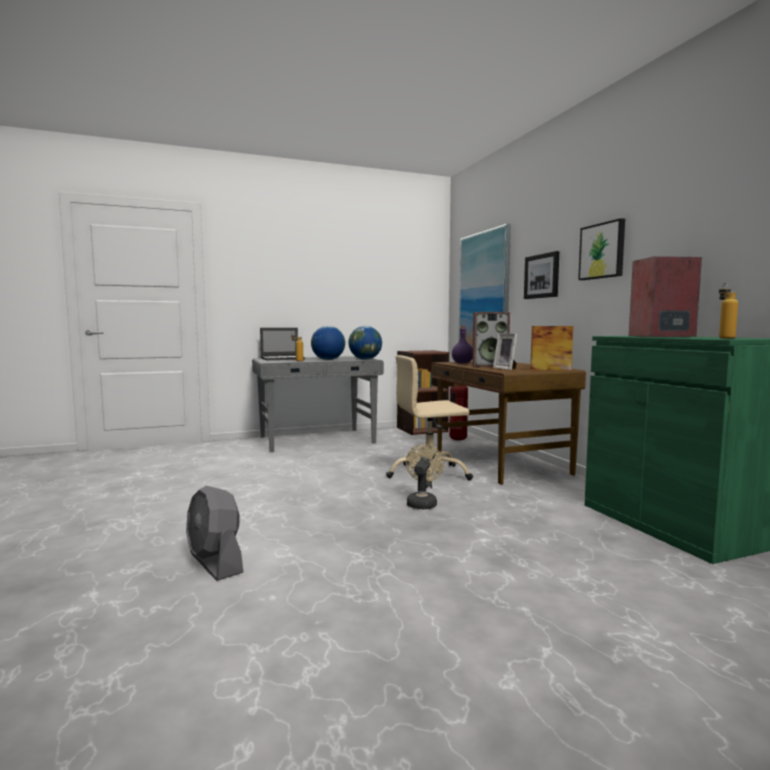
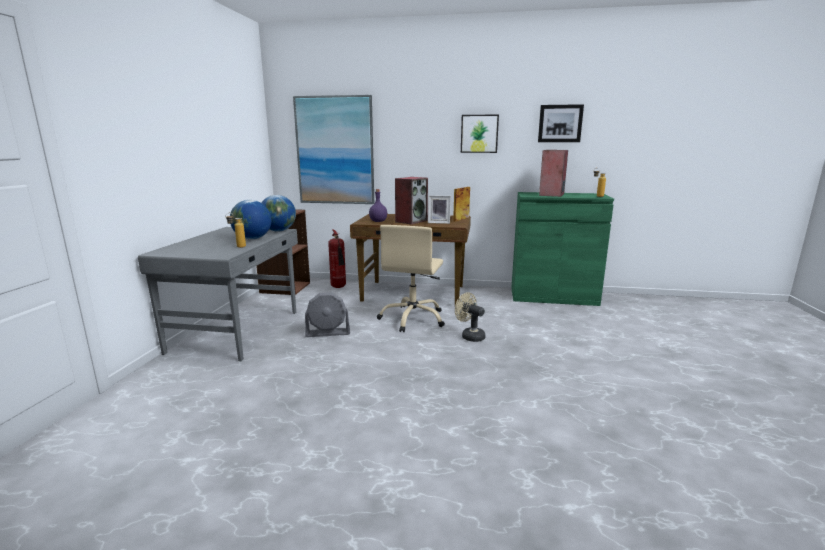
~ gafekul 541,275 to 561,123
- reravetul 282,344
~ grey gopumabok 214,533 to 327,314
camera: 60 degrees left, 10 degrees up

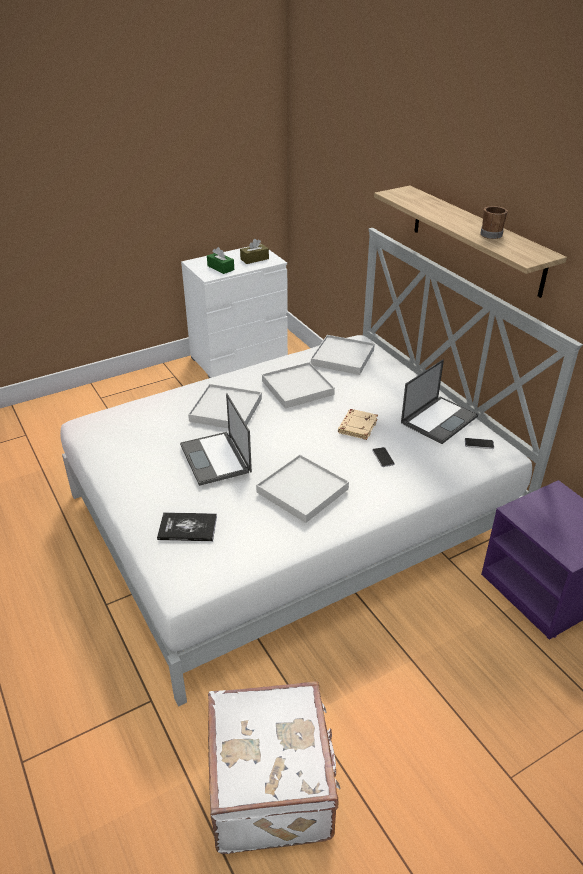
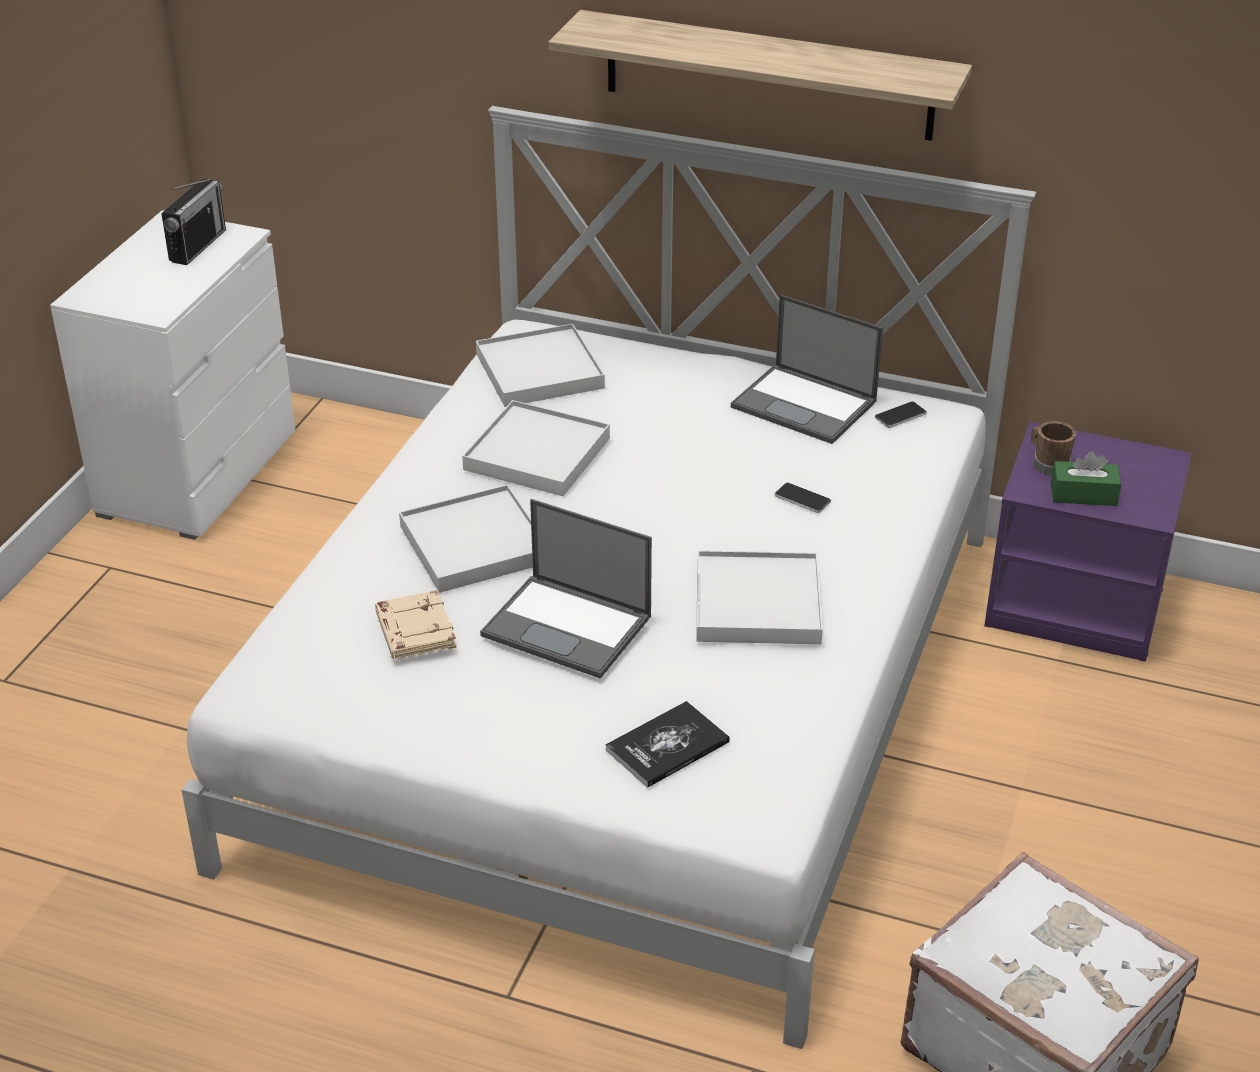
~ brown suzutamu 494,222 to 1053,448
~ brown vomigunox 254,251 to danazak 193,221
~ green vomigunox 220,260 to 1086,478
~ reravetul 439,401 = 807,369 120 degrees clockwise
~ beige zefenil 358,424 to 415,624
camera: 40 degrees left, 0 degrees up

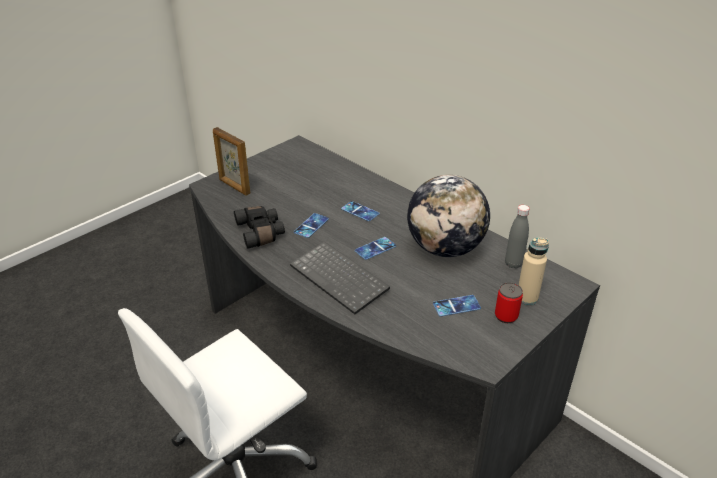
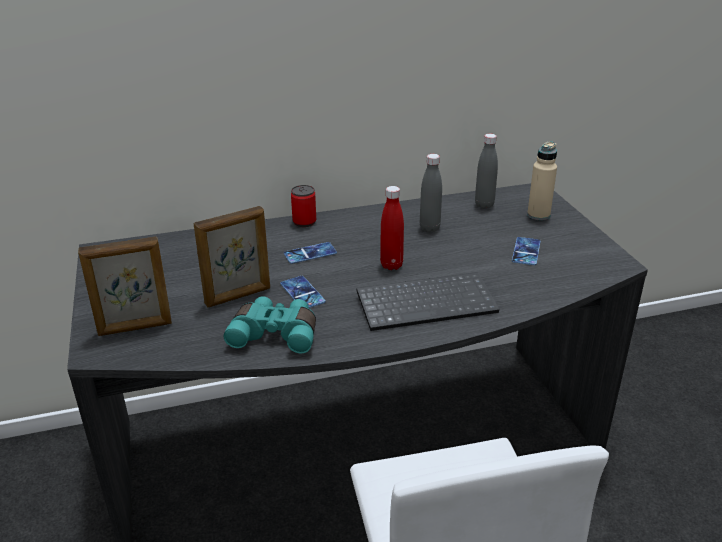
~ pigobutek 448,216 to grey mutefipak 431,193
~ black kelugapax 259,227 to turquoise kelugapax 270,324
~ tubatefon 375,248 to red mutefipak 392,228
~ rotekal 509,302 to 303,206
+ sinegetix 232,256
camera: 60 degrees left, 5 degrees down

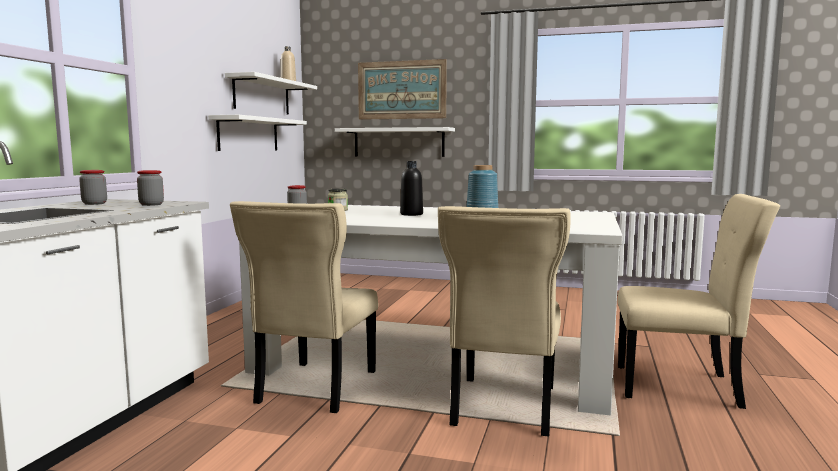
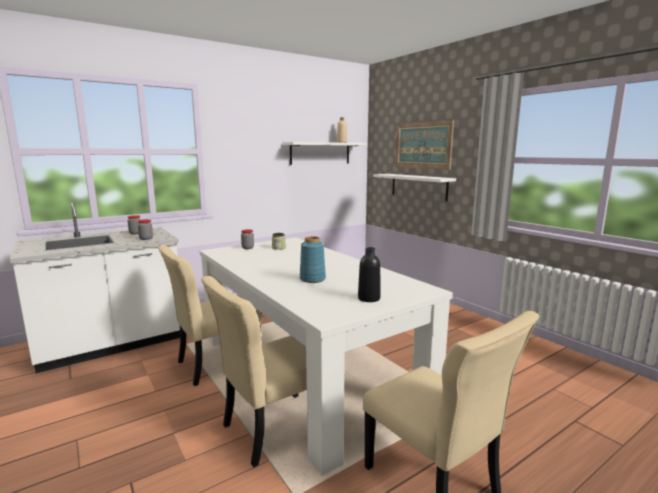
- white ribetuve 257,133
~ black mutefipak 411,188 to 369,274
camera: 40 degrees right, 5 degrees up

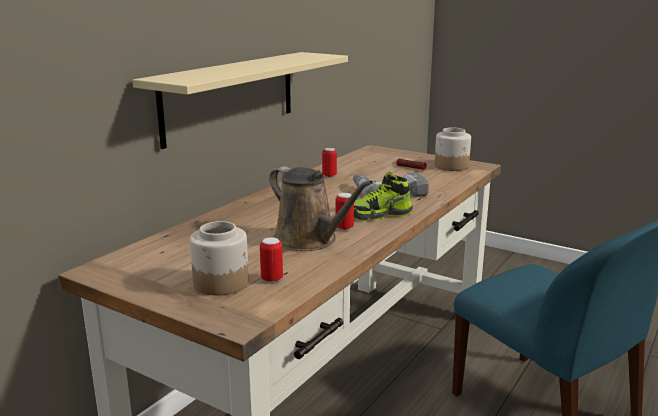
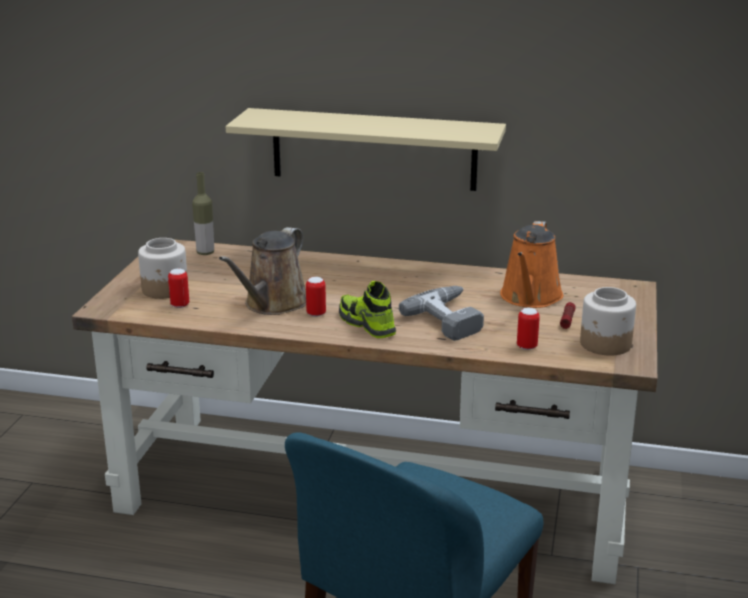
~ rotekal 329,163 to 528,329
+ mutefipak 203,213
+ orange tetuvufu 531,264
camera: 70 degrees right, 5 degrees up

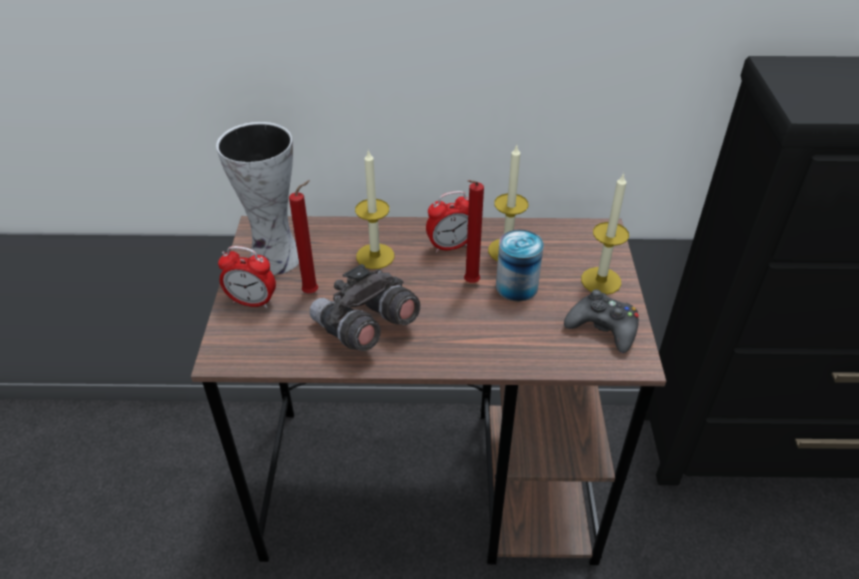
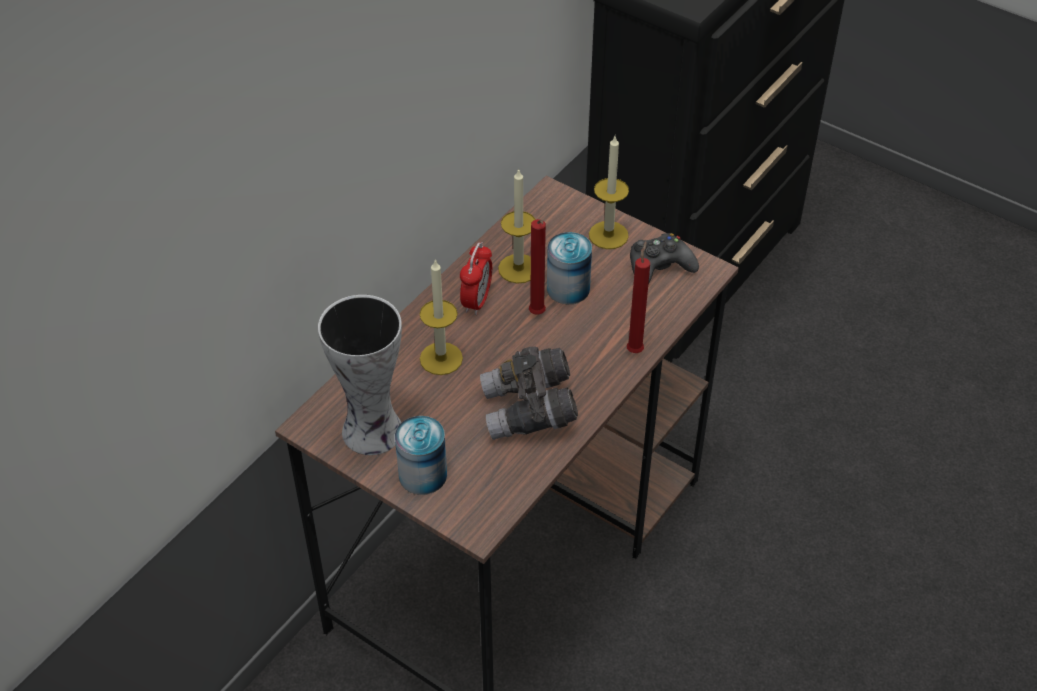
~ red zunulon 303,236 to 638,297
~ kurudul 247,277 to rotekal 421,455
camera: 55 degrees left, 5 degrees up

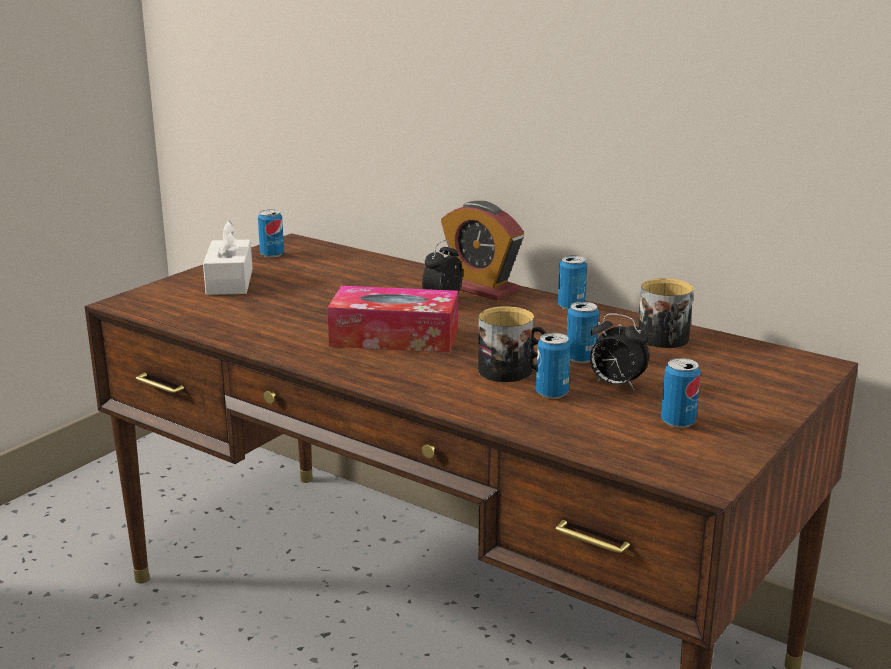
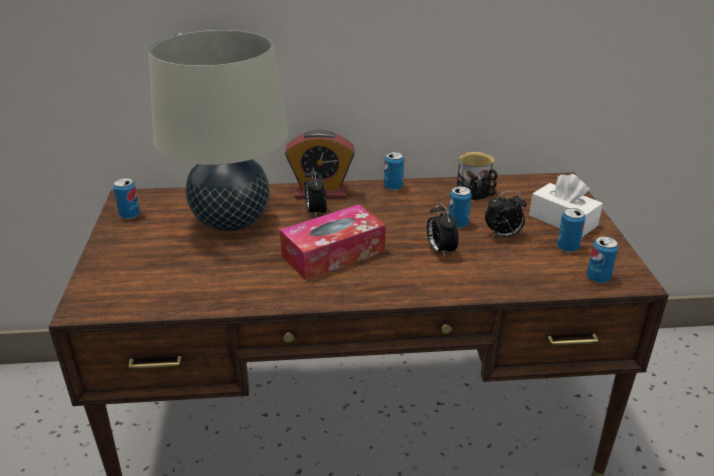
~ white vomigunox 228,257 to 566,205
~ suzutamu 512,344 to kurudul 443,230
~ rotekal 553,366 to 602,259
+ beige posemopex 218,130
camera: 40 degrees left, 10 degrees up

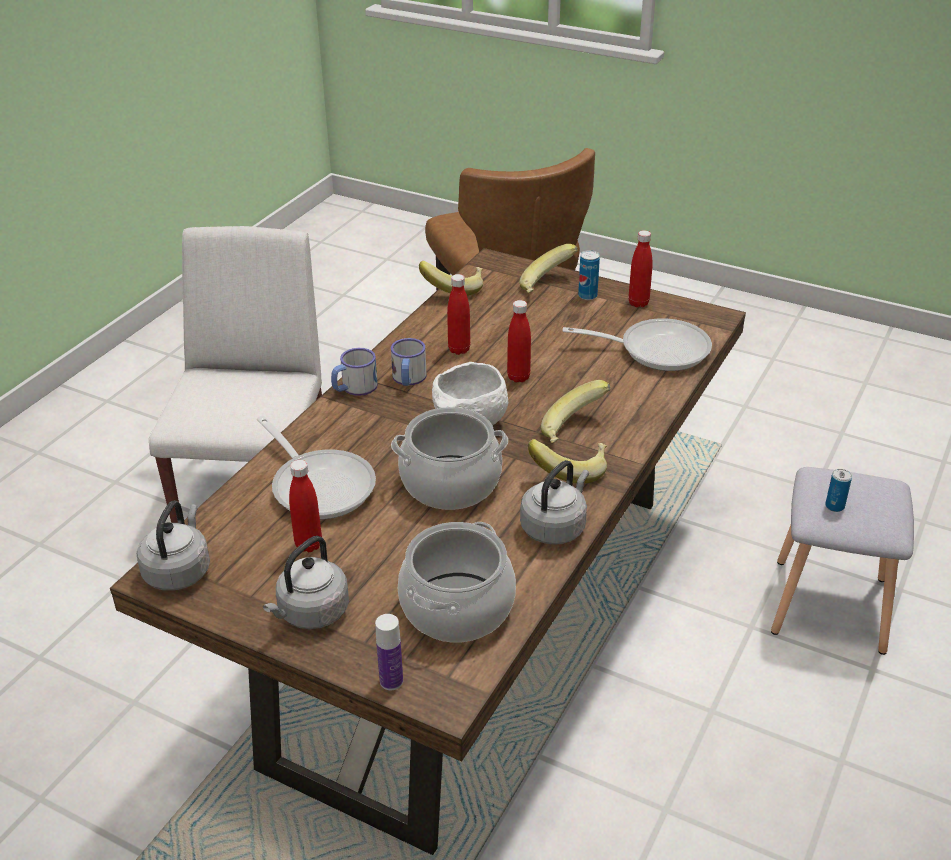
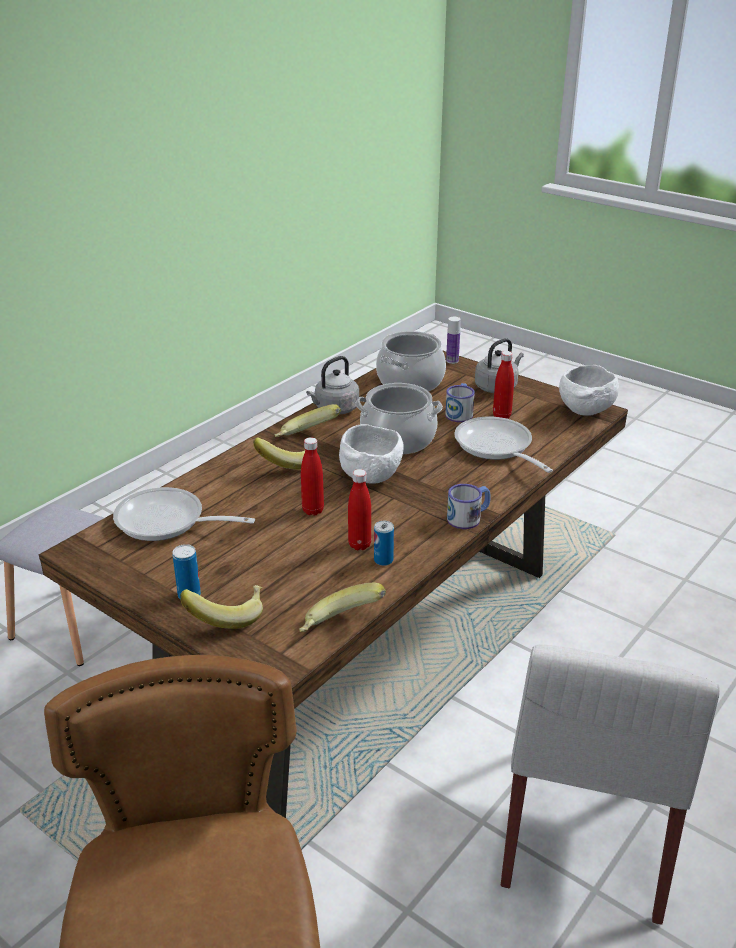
- red mutefipak 640,269
~ suzutamu 409,362 to 460,402
~ rotekal 838,490 to 384,543
~ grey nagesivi 173,546 to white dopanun 589,390
camera: 170 degrees left, 5 degrees down

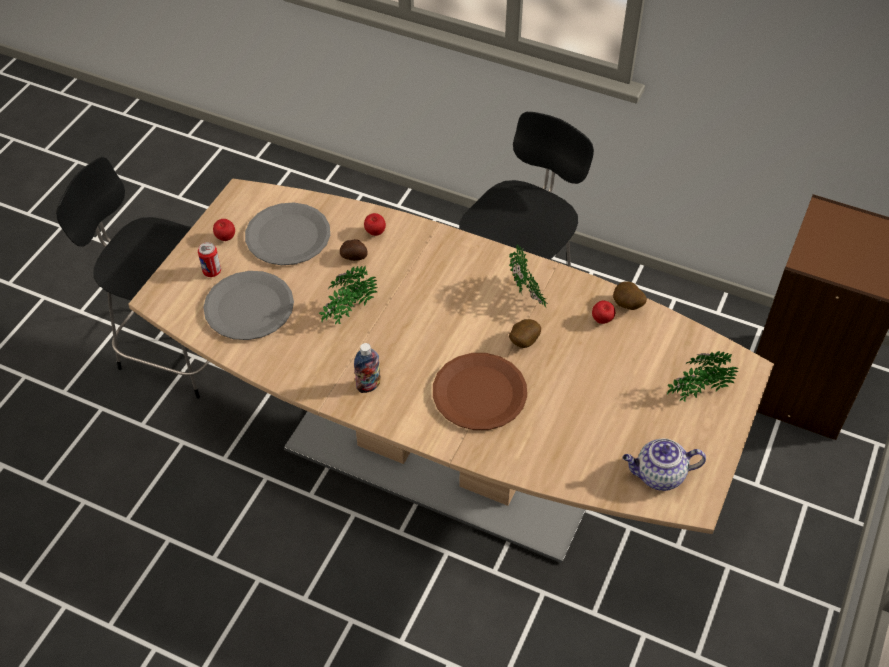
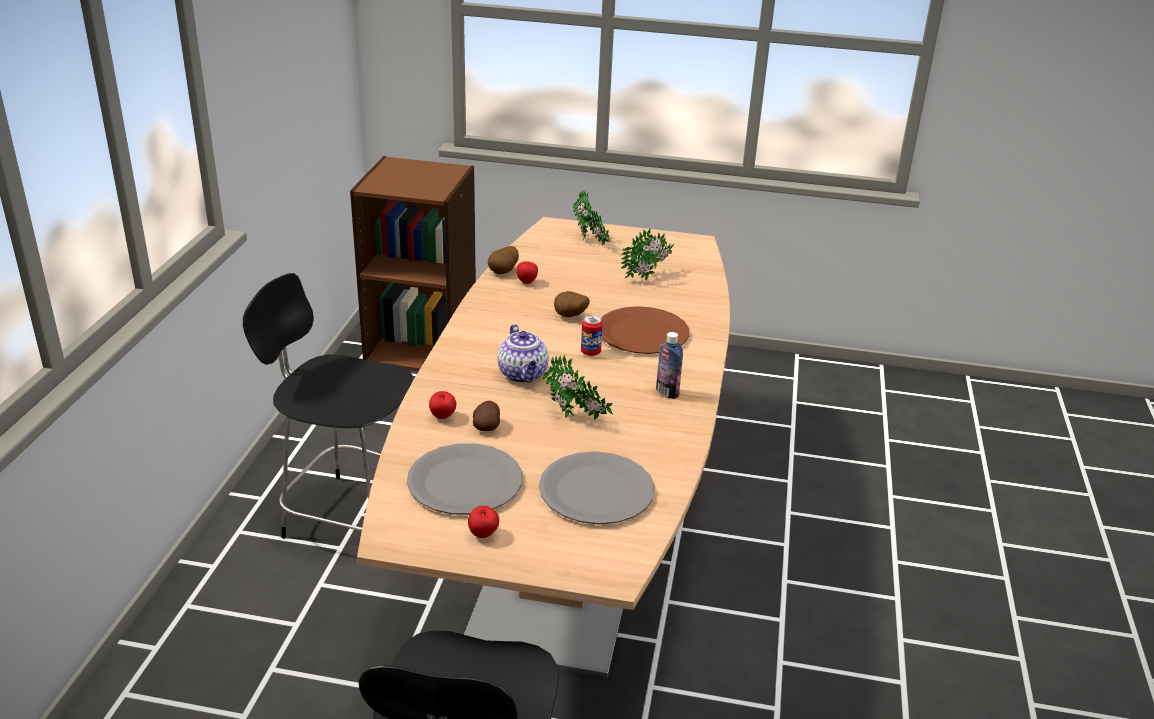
~ rotekal 209,259 to 592,335
~ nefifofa 528,275 to 647,255
~ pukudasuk 664,464 to 523,353
camera: 105 degrees left, 20 degrees down

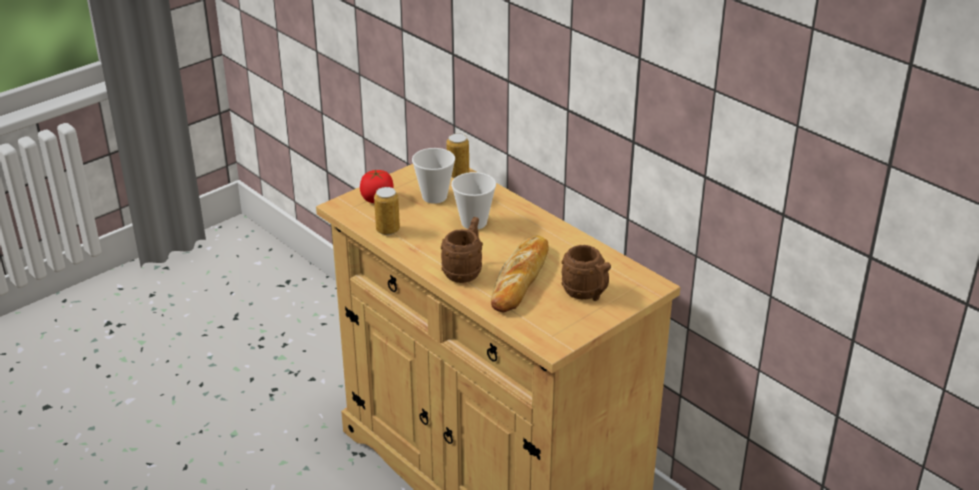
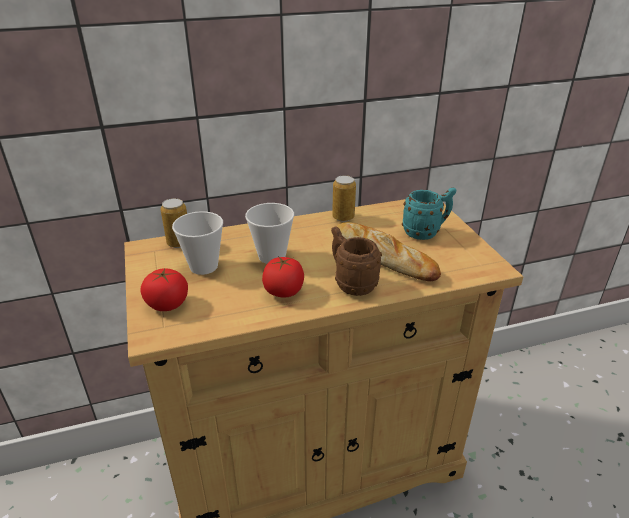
~ rotekal 387,211 to 344,198
~ brown suzutamu 586,273 to turquoise suzutamu 429,213
+ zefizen 283,277
camera: 65 degrees left, 0 degrees up

